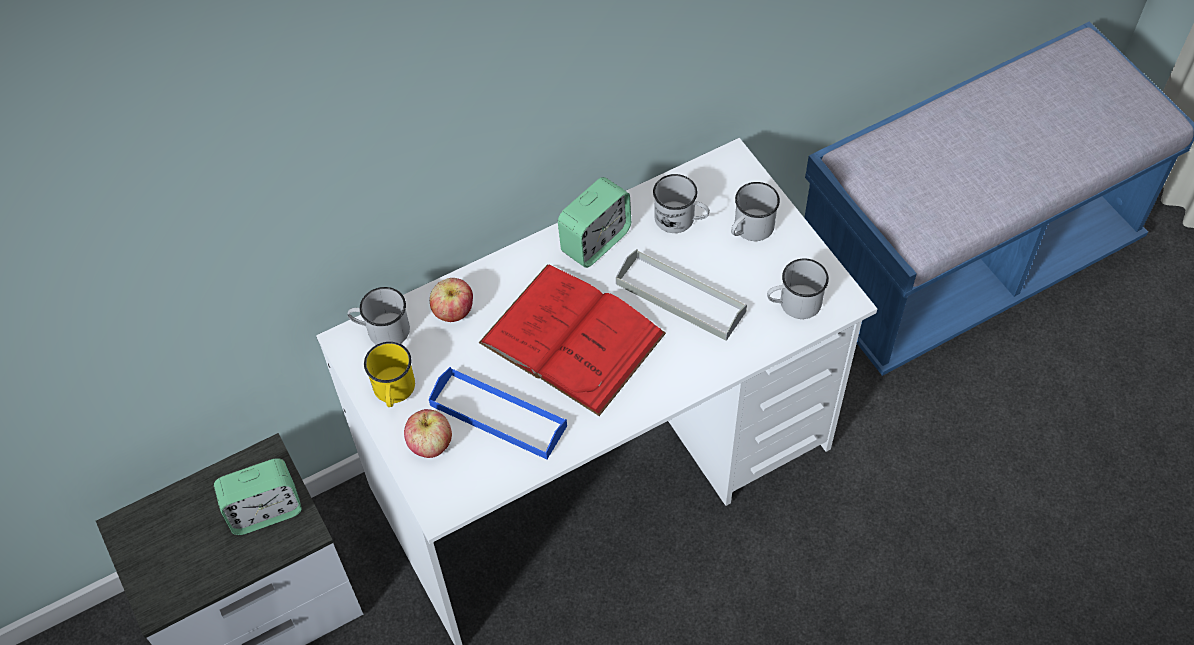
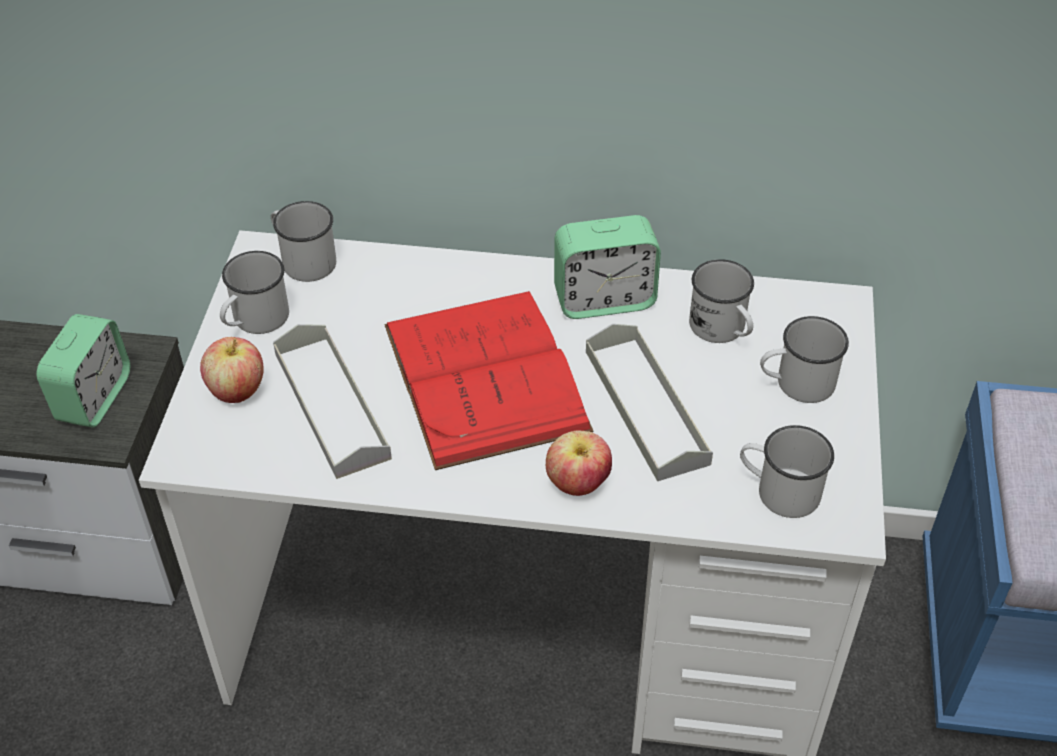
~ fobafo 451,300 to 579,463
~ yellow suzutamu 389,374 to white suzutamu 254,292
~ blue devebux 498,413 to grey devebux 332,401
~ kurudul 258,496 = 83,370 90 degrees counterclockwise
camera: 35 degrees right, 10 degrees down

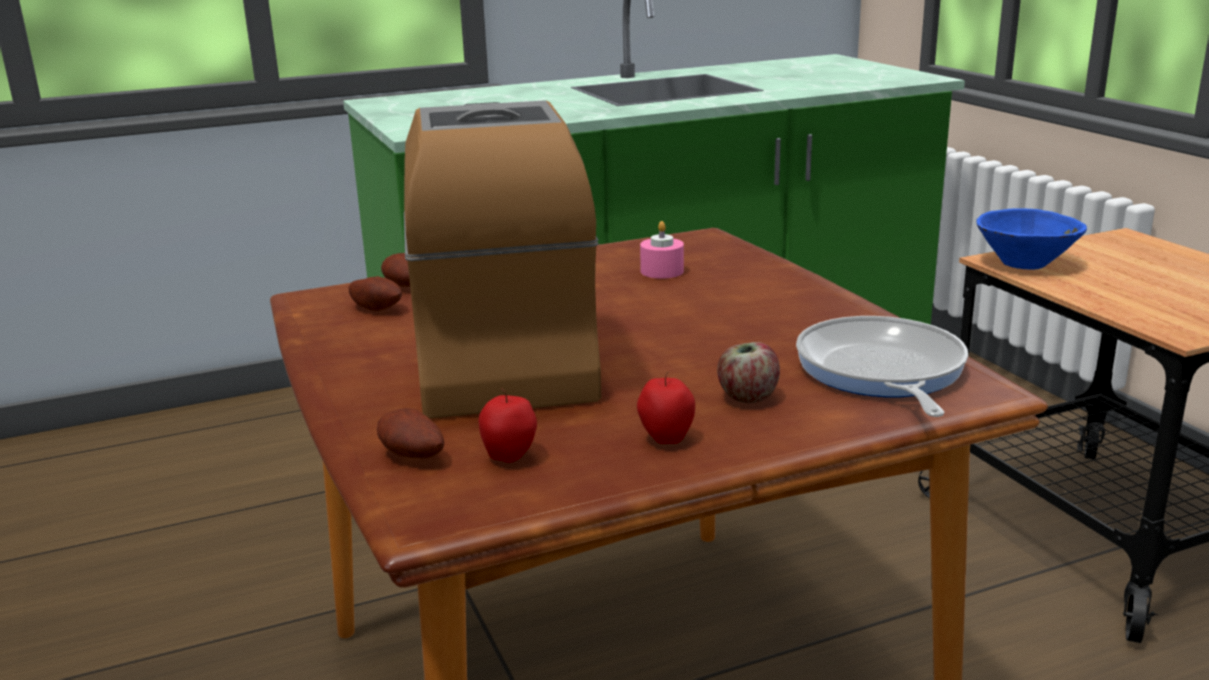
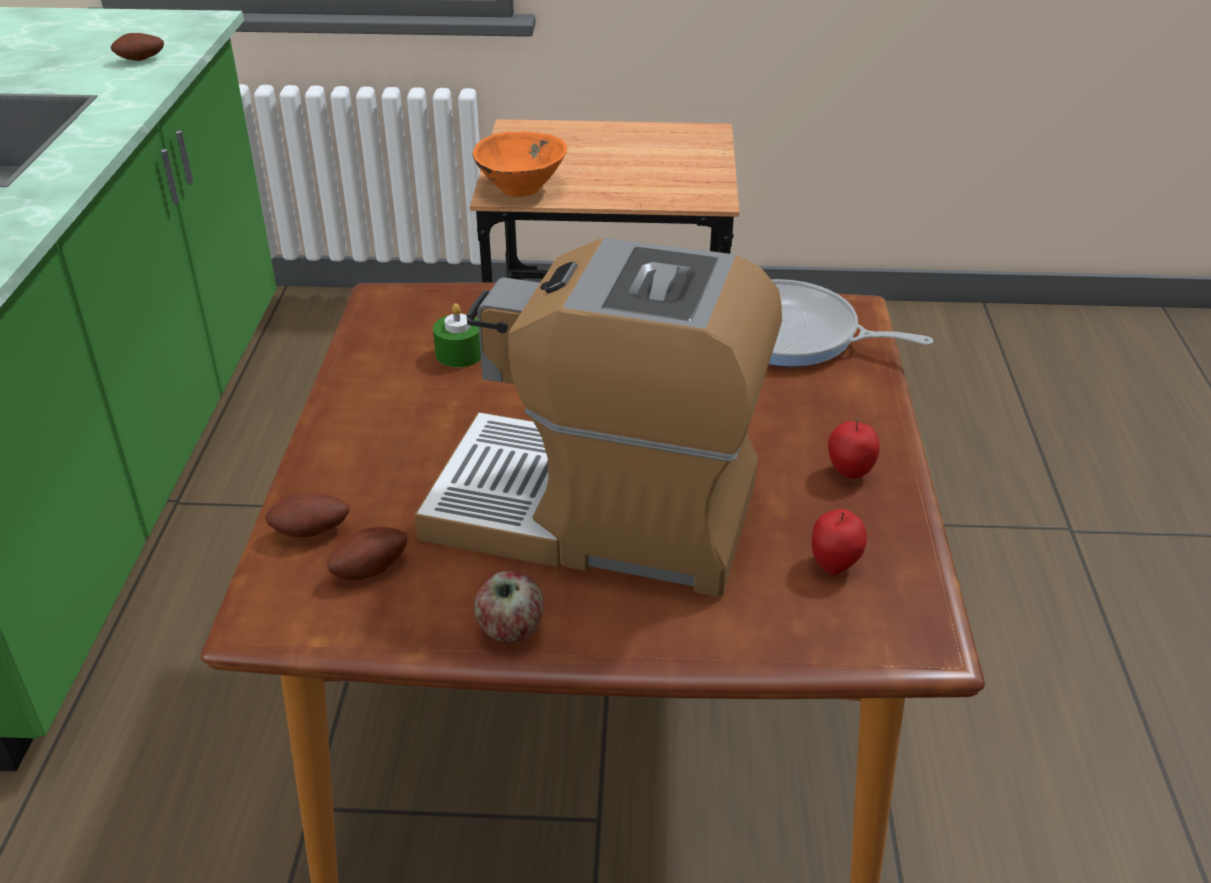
~ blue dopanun 1031,239 to orange dopanun 520,164
~ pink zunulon 662,250 to green zunulon 457,335
~ fobafo 748,372 to 508,607
~ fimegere 410,433 to 137,47
camera: 65 degrees left, 15 degrees up

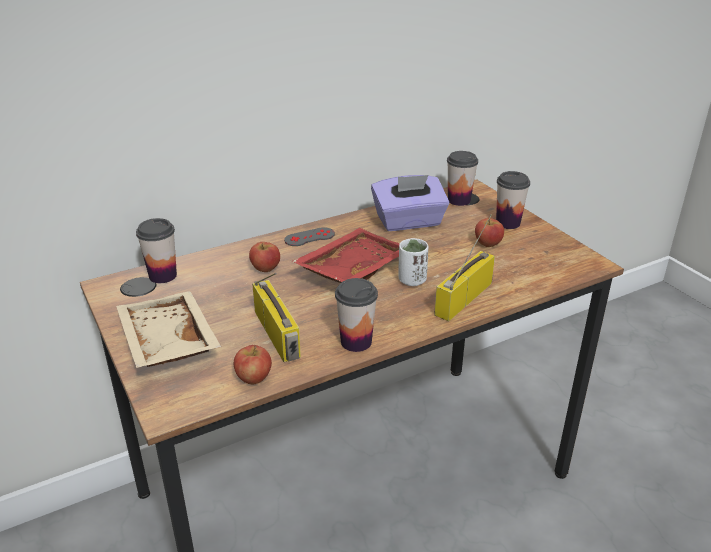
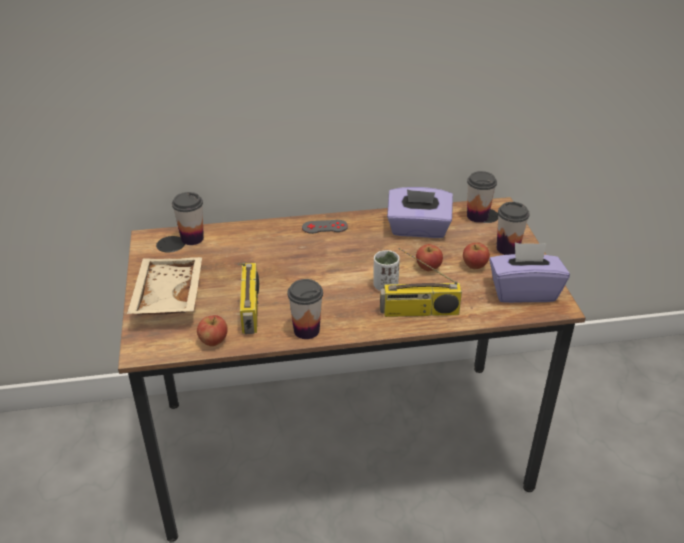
~ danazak 464,267 = 421,282 150 degrees counterclockwise
- red devebux 345,255
~ fobafo 264,257 to 429,257
+ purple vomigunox 529,273
camera: 20 degrees right, 5 degrees up

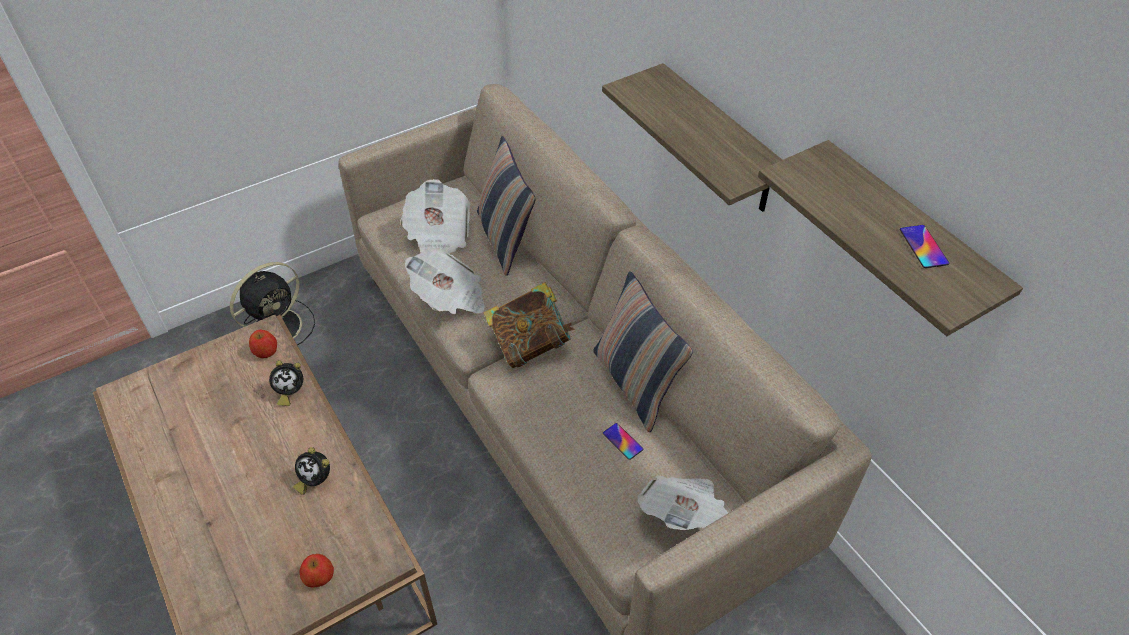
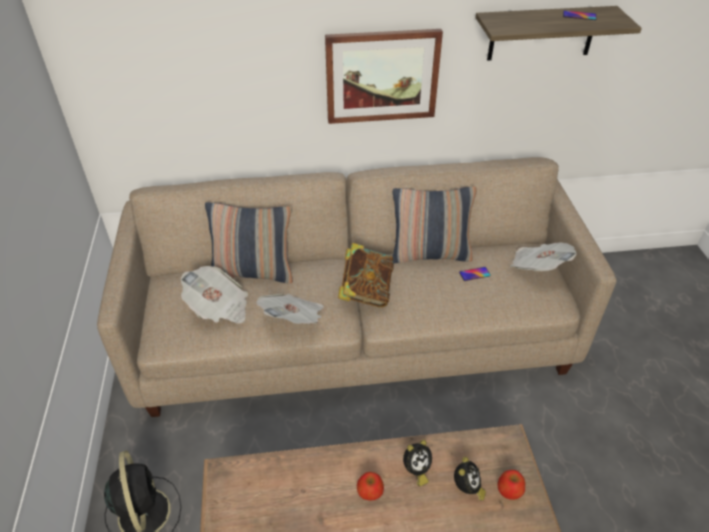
~ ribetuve 692,137 to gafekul 384,76
~ fobafo 263,343 to 370,486
~ kurudul 286,383 to 470,479
camera: 65 degrees left, 5 degrees down

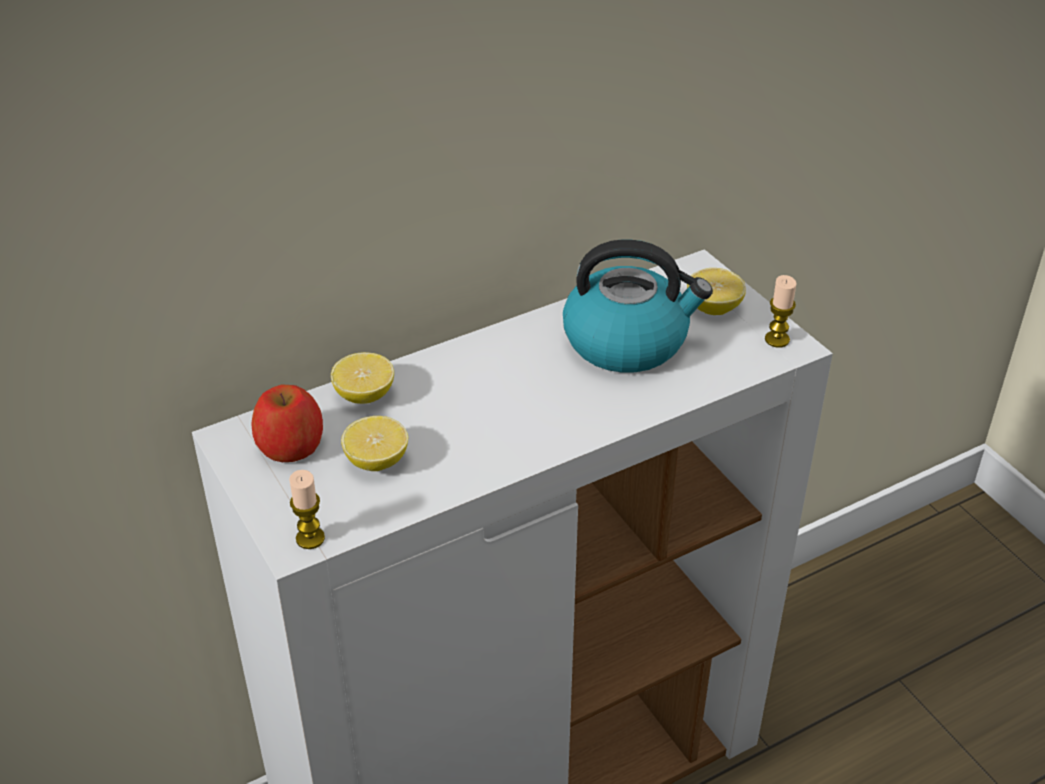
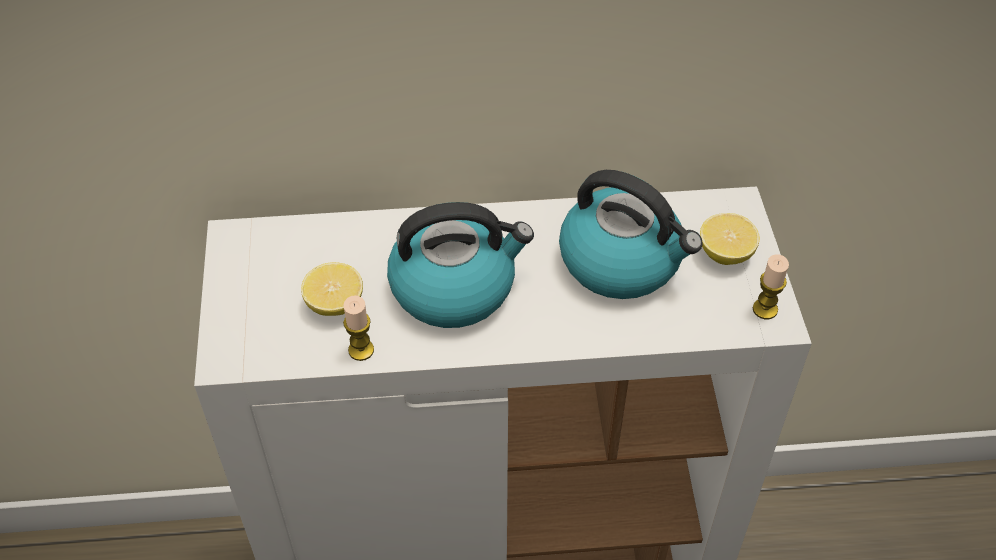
- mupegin 362,378
- fobafo 287,423
~ zunulon 307,509 to 358,328
+ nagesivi 460,265
camera: 25 degrees right, 10 degrees up

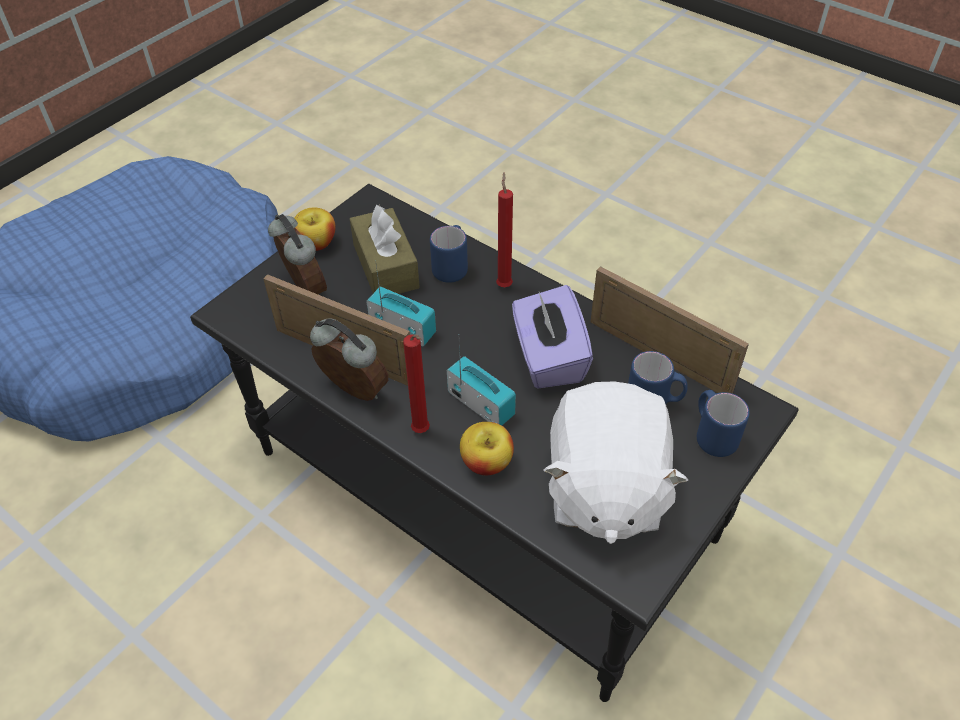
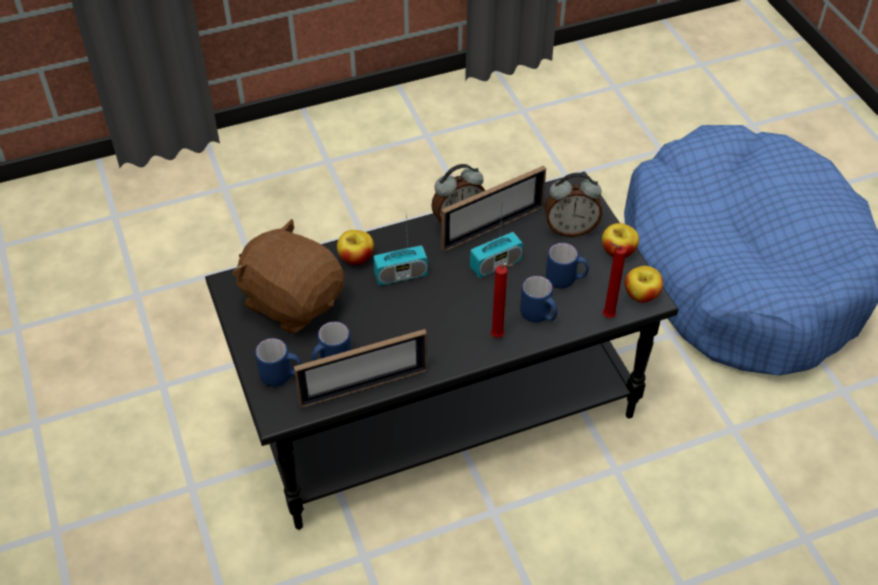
~ brown vomigunox 385,249 to blue suzutamu 567,265
- purple vomigunox 552,337
~ red zunulon 416,384 to 614,280
~ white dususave 615,462 to brown dususave 288,276
+ fobafo 644,284
camera: 120 degrees right, 0 degrees up

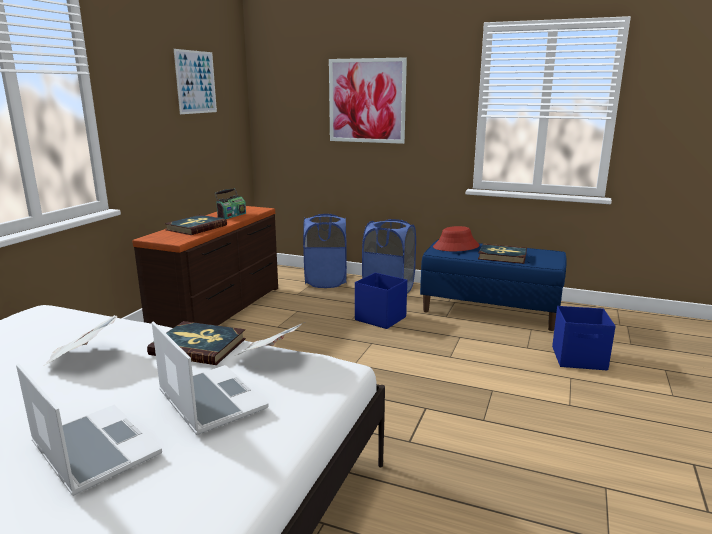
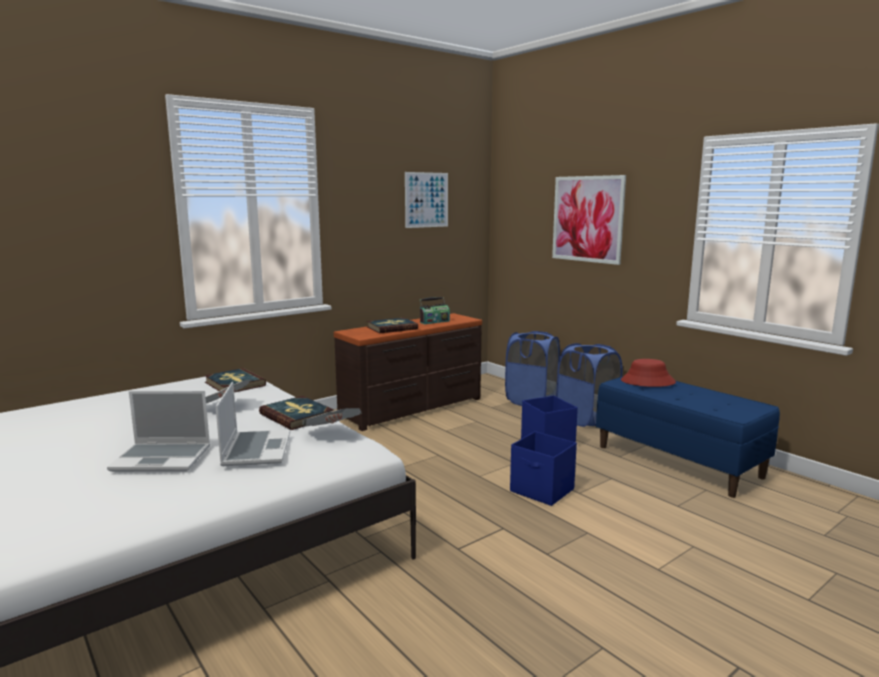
~ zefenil 502,254 to 235,380
~ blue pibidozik 583,338 to 543,468
~ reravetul 89,429 = 158,431 105 degrees clockwise
camera: 30 degrees right, 5 degrees down

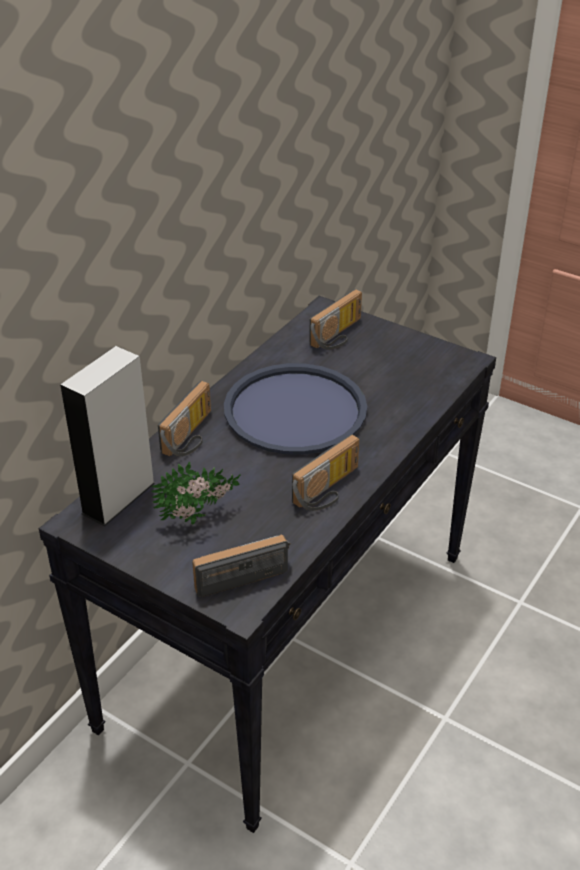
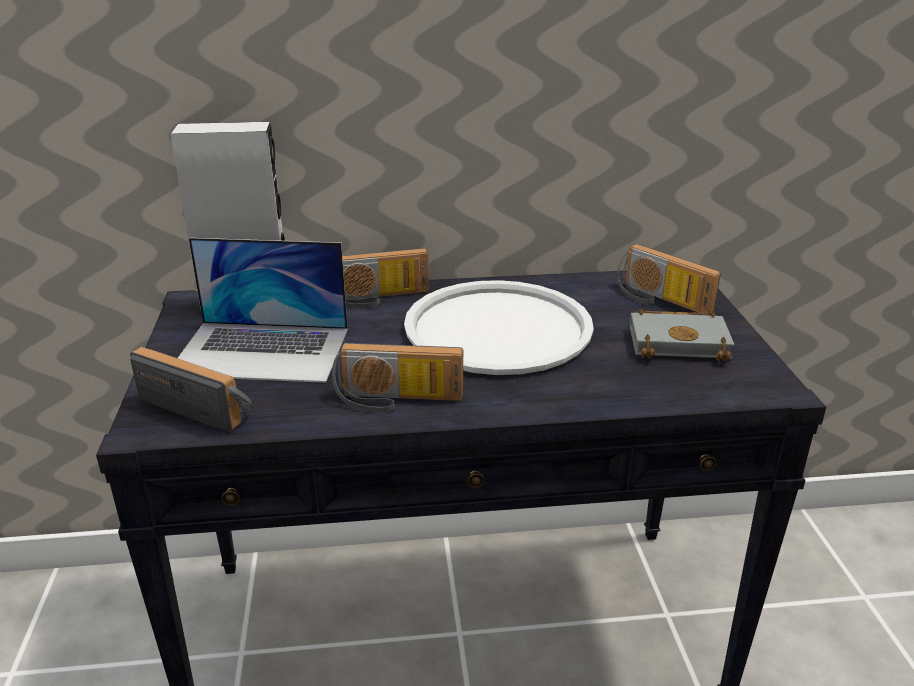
~ danazak 335,319 = 669,279 45 degrees clockwise
~ blue devebux 295,409 to white devebux 499,327
~ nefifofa 195,493 to reravetul 263,310
+ grey zefenil 682,334
camera: 50 degrees right, 10 degrees down

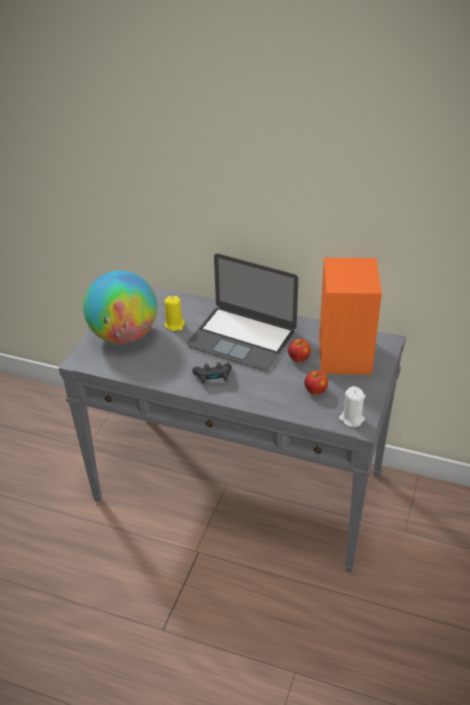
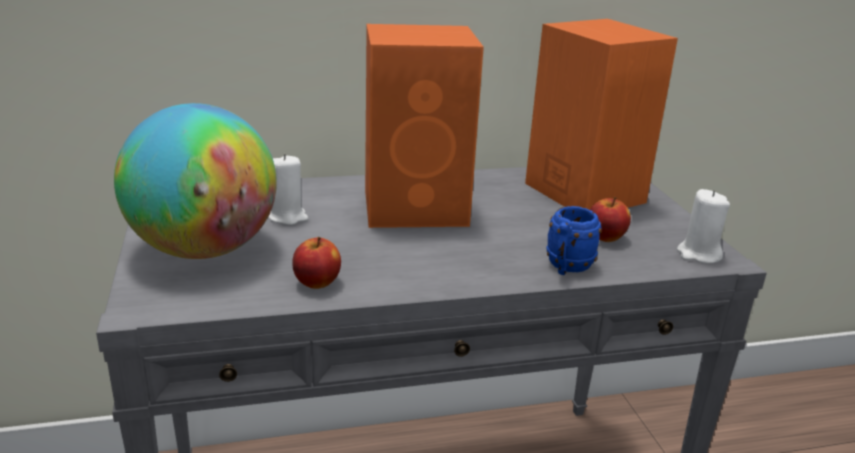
~ reravetul 242,312 to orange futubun 424,126
~ yellow zunulon 174,313 to white zunulon 288,189
~ fobafo 299,350 to 316,263
- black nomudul 212,373
+ blue suzutamu 574,240
camera: 35 degrees left, 15 degrees down

